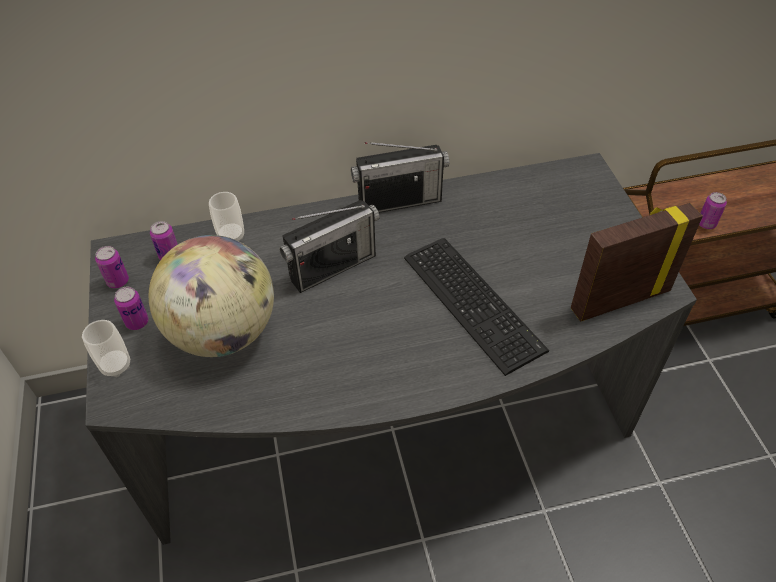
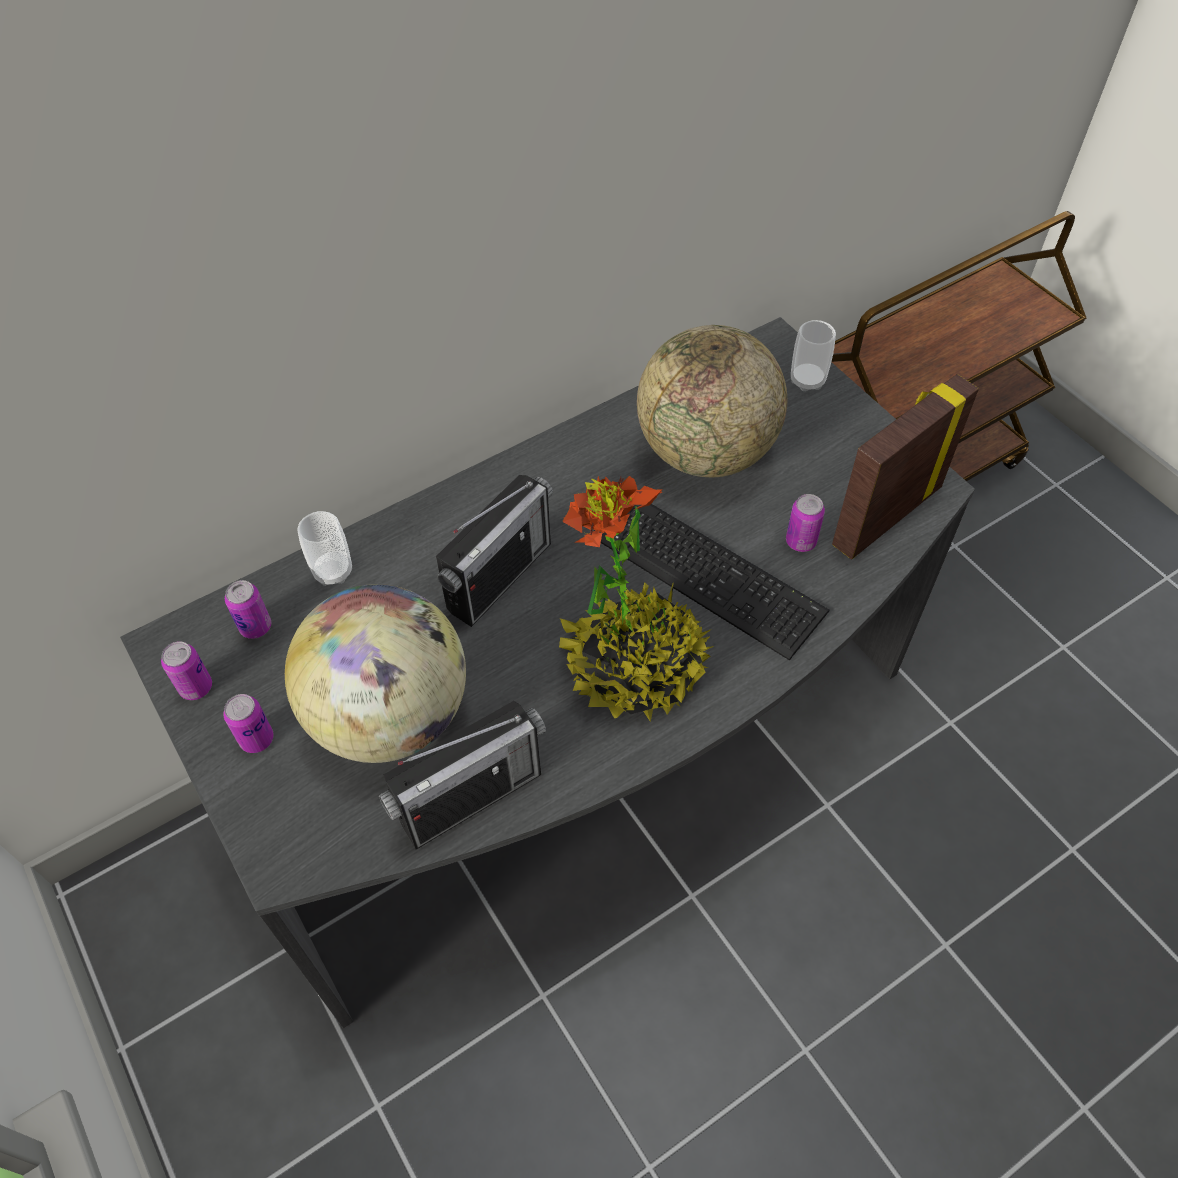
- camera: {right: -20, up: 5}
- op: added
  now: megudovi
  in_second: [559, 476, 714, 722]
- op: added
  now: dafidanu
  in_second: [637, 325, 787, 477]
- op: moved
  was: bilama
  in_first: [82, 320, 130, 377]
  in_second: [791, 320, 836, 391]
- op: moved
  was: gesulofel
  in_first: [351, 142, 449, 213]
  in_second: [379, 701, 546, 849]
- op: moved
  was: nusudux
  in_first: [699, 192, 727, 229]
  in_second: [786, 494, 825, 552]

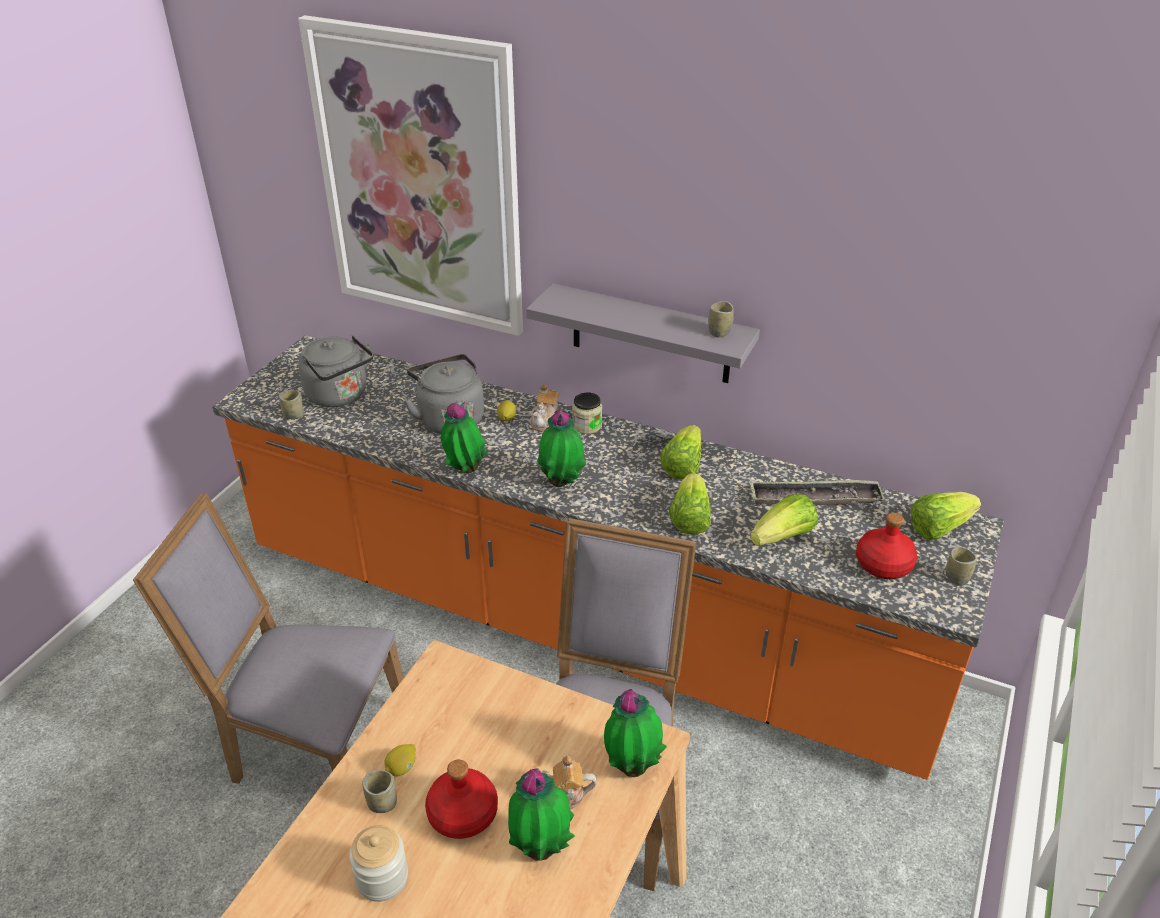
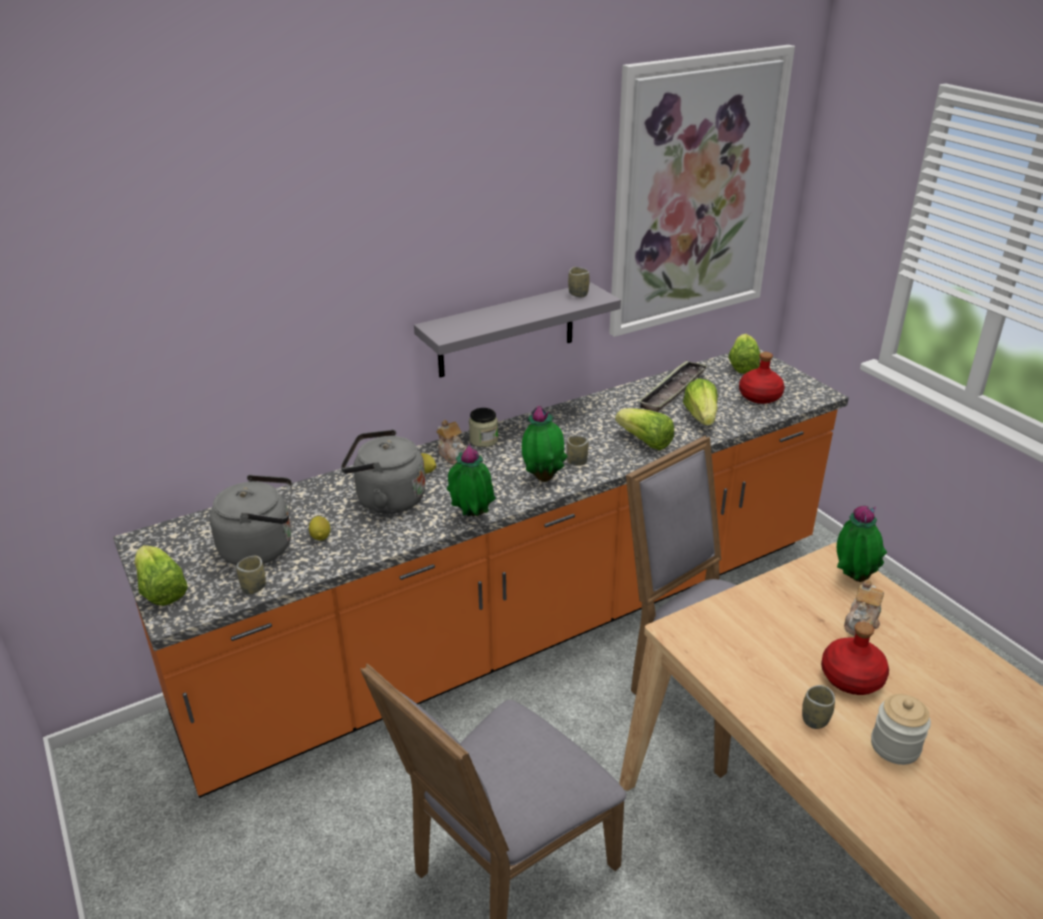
- camera: {right: -55, up: -5}
- op: removed
  was: megudovi
  in_first: [508, 768, 575, 861]
- op: moved
  was: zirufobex
  in_first: [298, 15, 523, 336]
  in_second: [609, 45, 795, 337]
- op: moved
  was: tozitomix
  in_first: [384, 744, 416, 777]
  in_second: [309, 516, 331, 540]
- op: moved
  was: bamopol
  in_first: [660, 425, 702, 480]
  in_second: [134, 545, 188, 606]
- op: moved
  was: bilama
  in_first: [946, 546, 977, 585]
  in_second: [567, 436, 589, 465]

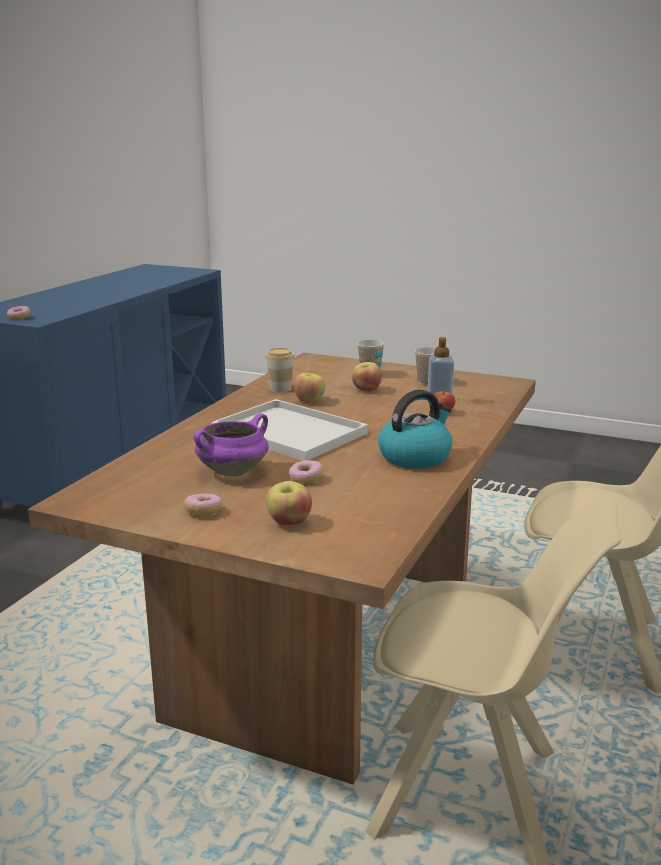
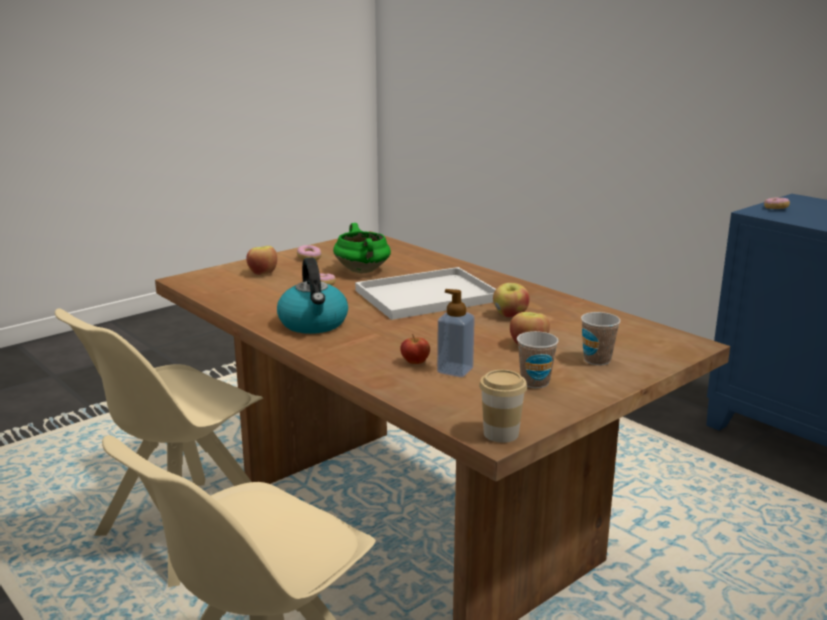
- camera: {right: 115, up: 0}
- op: moved
  was: bilama
  in_first: [265, 348, 295, 392]
  in_second: [479, 370, 527, 443]
- op: recoloured
  was: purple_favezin
  now: green_favezin
  in_first: [194, 413, 269, 477]
  in_second: [333, 223, 391, 273]

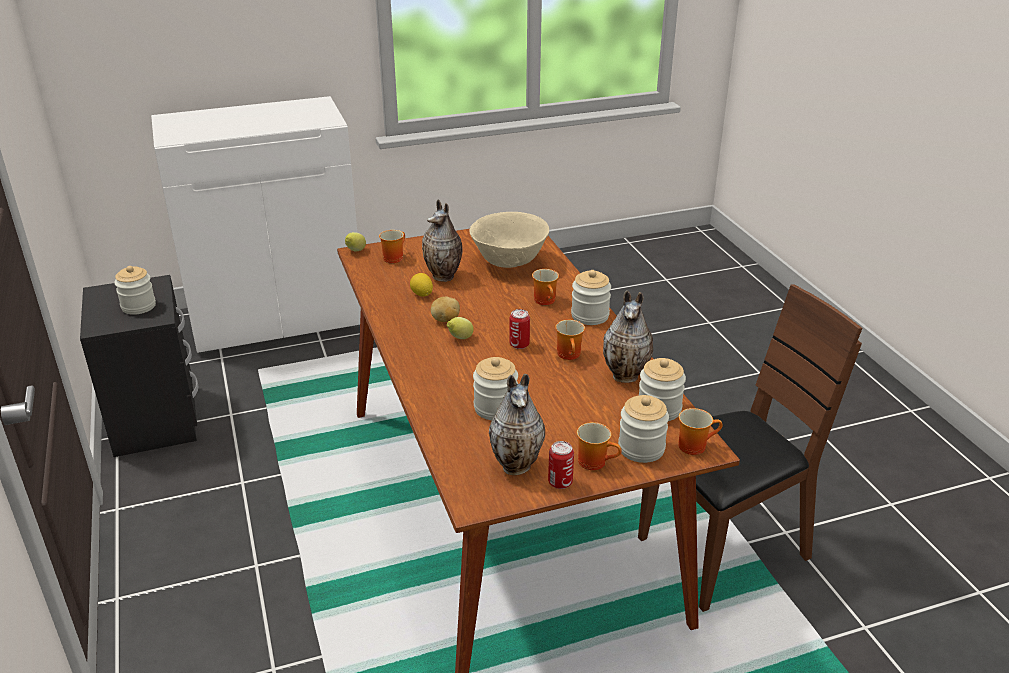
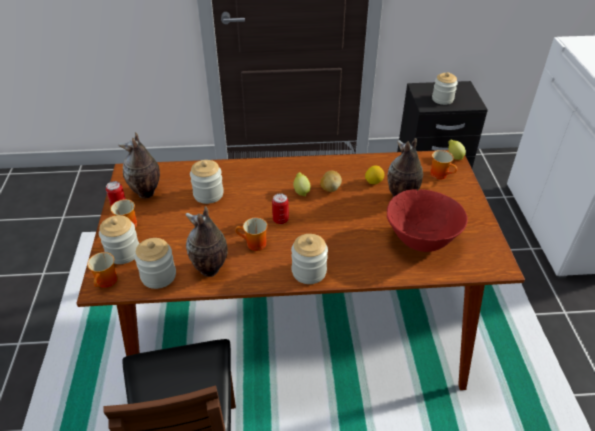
- camera: {right: 105, up: 10}
- op: removed
  was: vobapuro
  in_first: [532, 269, 559, 305]
- op: recoloured
  was: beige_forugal
  now: red_forugal
  in_first: [469, 212, 549, 268]
  in_second: [387, 189, 468, 252]

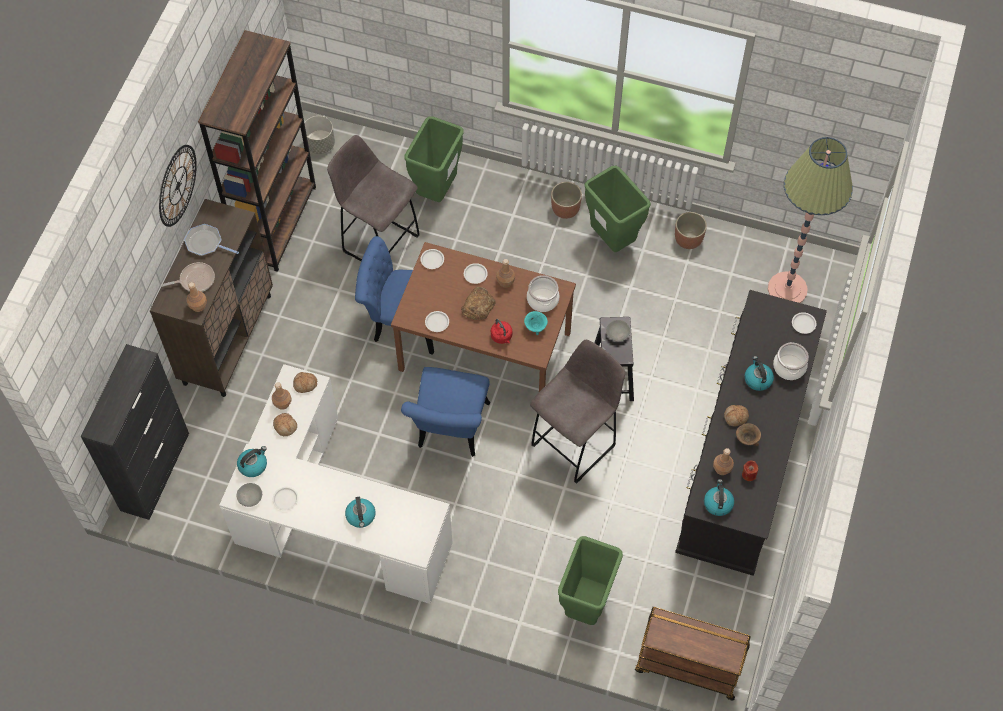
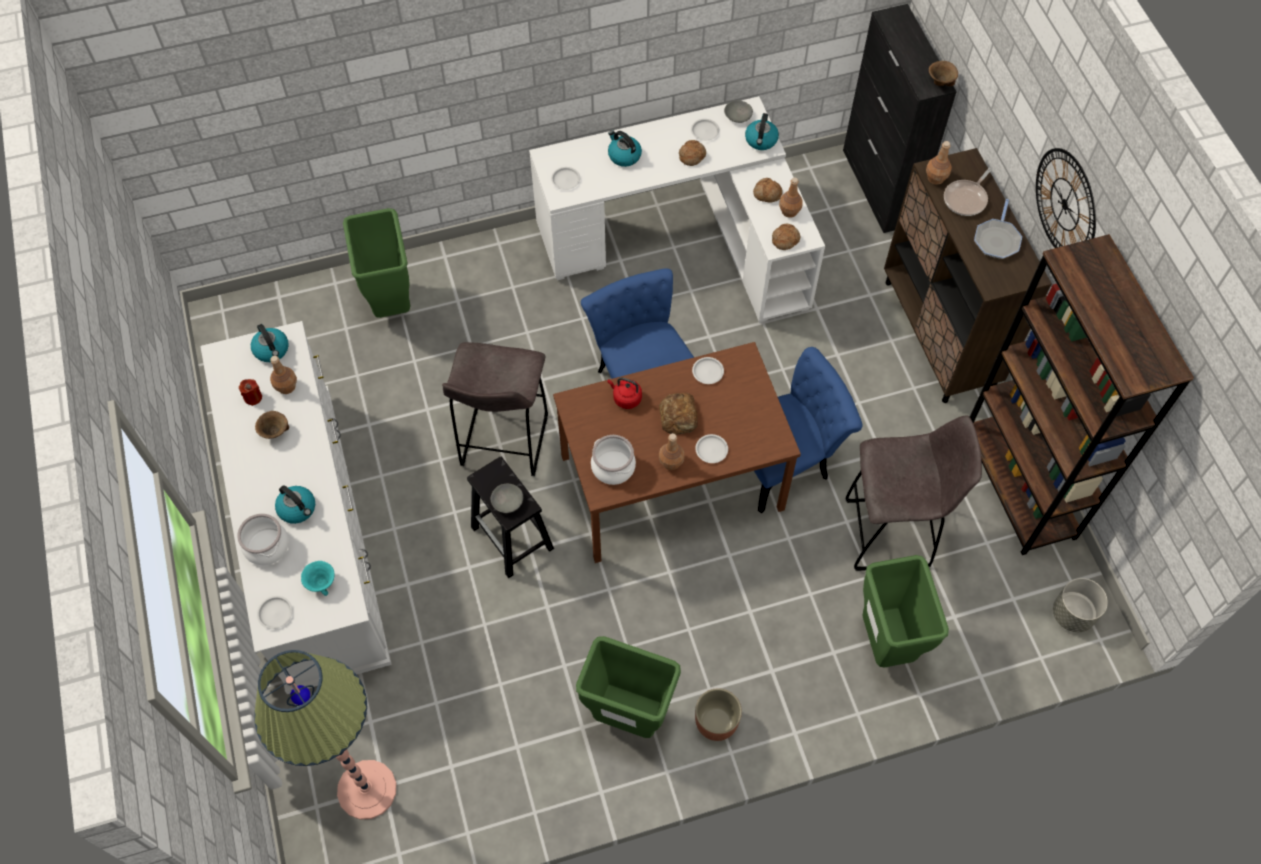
- camera: {right: 145, up: 0}
- op: removed
  was: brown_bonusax
  in_first: [635, 607, 751, 700]
- op: removed
  was: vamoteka
  in_first: [675, 212, 707, 249]
- op: added
  now: brown_forugal
  in_second: [929, 61, 958, 86]
- op: moved
  was: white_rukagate
  in_first: [420, 249, 444, 269]
  in_second: [551, 167, 580, 190]
- op: moved
  was: turquoise_forugal
  in_first: [524, 311, 548, 335]
  in_second: [301, 561, 335, 596]
- op: moved
  was: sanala
  in_first: [724, 405, 749, 427]
  in_second: [679, 140, 706, 166]
- op: recoloured
  was: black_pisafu
  now: white_pisafu
  in_first: [675, 290, 827, 576]
  in_second: [200, 321, 392, 694]
- op: turned
  was: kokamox
  in_first: [184, 224, 239, 256]
  in_second: [974, 199, 1022, 259]
  clockwise: 120

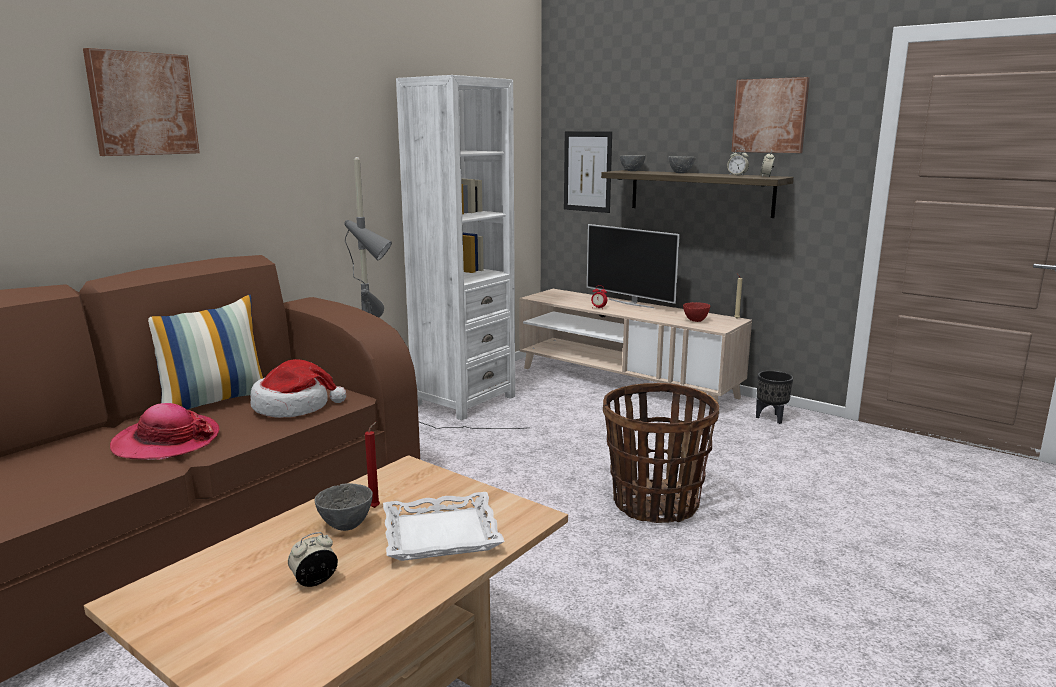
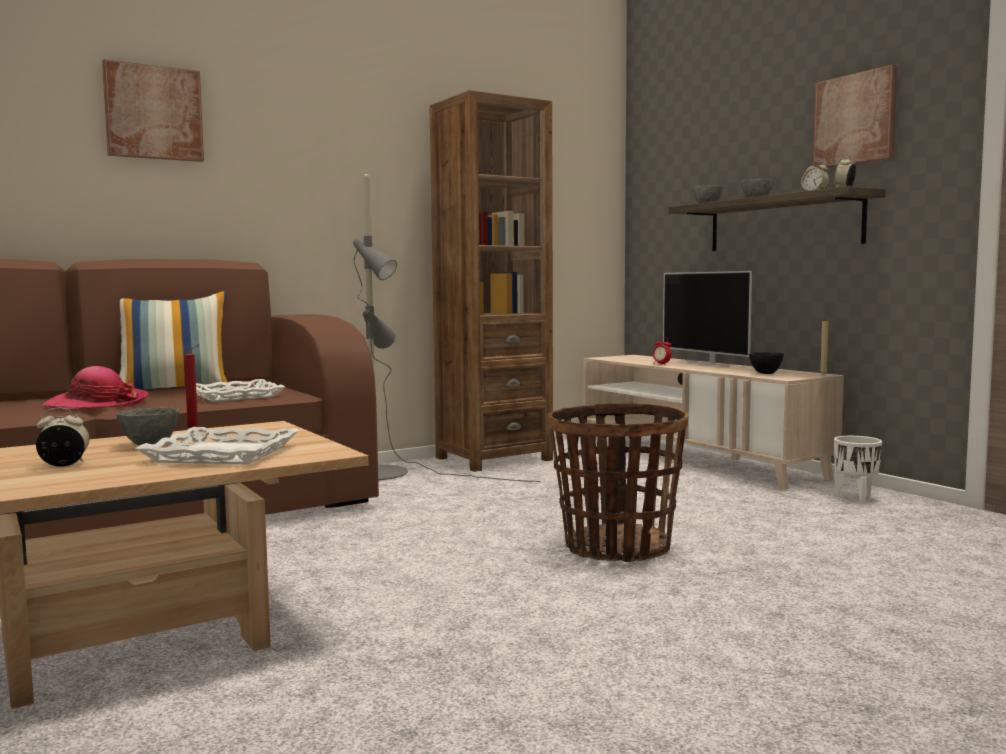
- camera: {right: 20, up: -10}
- op: removed
  was: zirufobex
  in_first: [564, 131, 612, 213]
- op: replaced
  was: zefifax
  now: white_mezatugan
  in_first: [251, 359, 346, 418]
  in_second: [196, 379, 285, 402]
- op: recoloured
  was: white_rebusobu
  now: brown_rebusobu
  in_first: [396, 75, 515, 420]
  in_second: [429, 90, 553, 472]
- op: recoloured
  was: red_forugal
  now: black_forugal
  in_first: [683, 302, 710, 322]
  in_second: [749, 352, 784, 374]
- op: recoloured
  was: black_vamoteka
  now: white_vamoteka
  in_first: [756, 371, 793, 424]
  in_second: [834, 436, 882, 503]

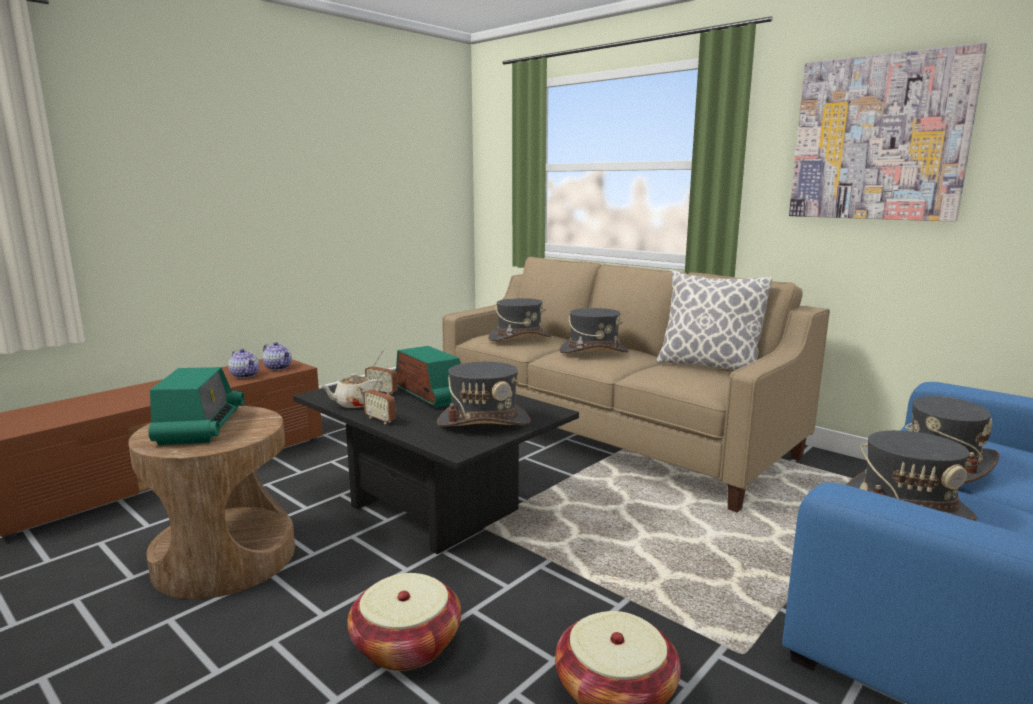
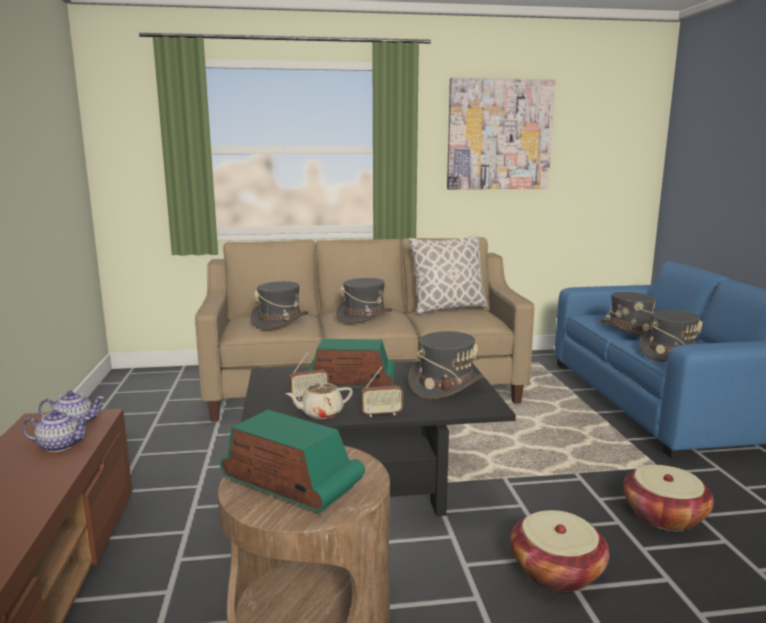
- camera: {right: -50, up: 0}
- op: turned
  was: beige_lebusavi
  in_first: [320, 374, 383, 408]
  in_second: [286, 381, 353, 419]
  clockwise: 60

